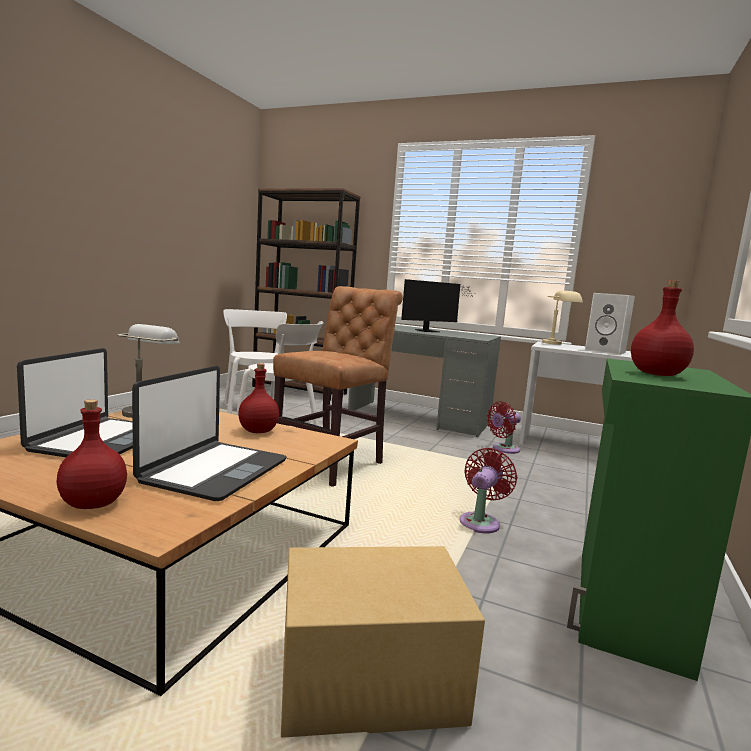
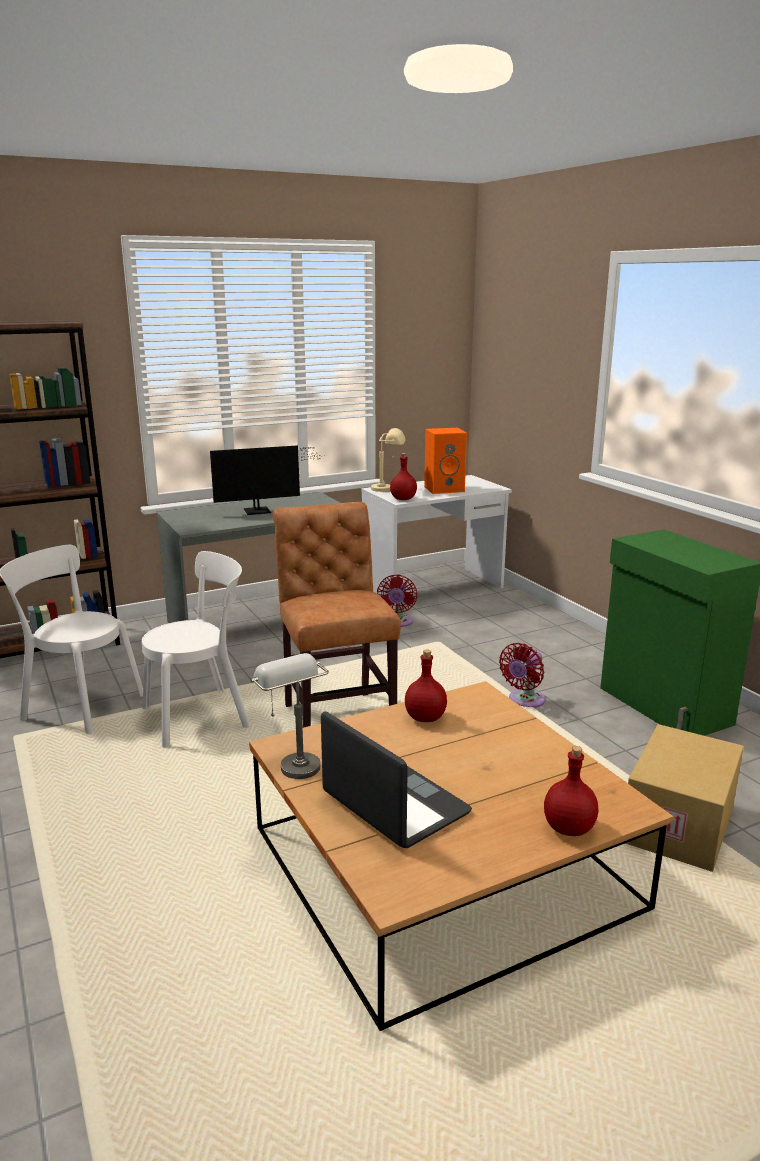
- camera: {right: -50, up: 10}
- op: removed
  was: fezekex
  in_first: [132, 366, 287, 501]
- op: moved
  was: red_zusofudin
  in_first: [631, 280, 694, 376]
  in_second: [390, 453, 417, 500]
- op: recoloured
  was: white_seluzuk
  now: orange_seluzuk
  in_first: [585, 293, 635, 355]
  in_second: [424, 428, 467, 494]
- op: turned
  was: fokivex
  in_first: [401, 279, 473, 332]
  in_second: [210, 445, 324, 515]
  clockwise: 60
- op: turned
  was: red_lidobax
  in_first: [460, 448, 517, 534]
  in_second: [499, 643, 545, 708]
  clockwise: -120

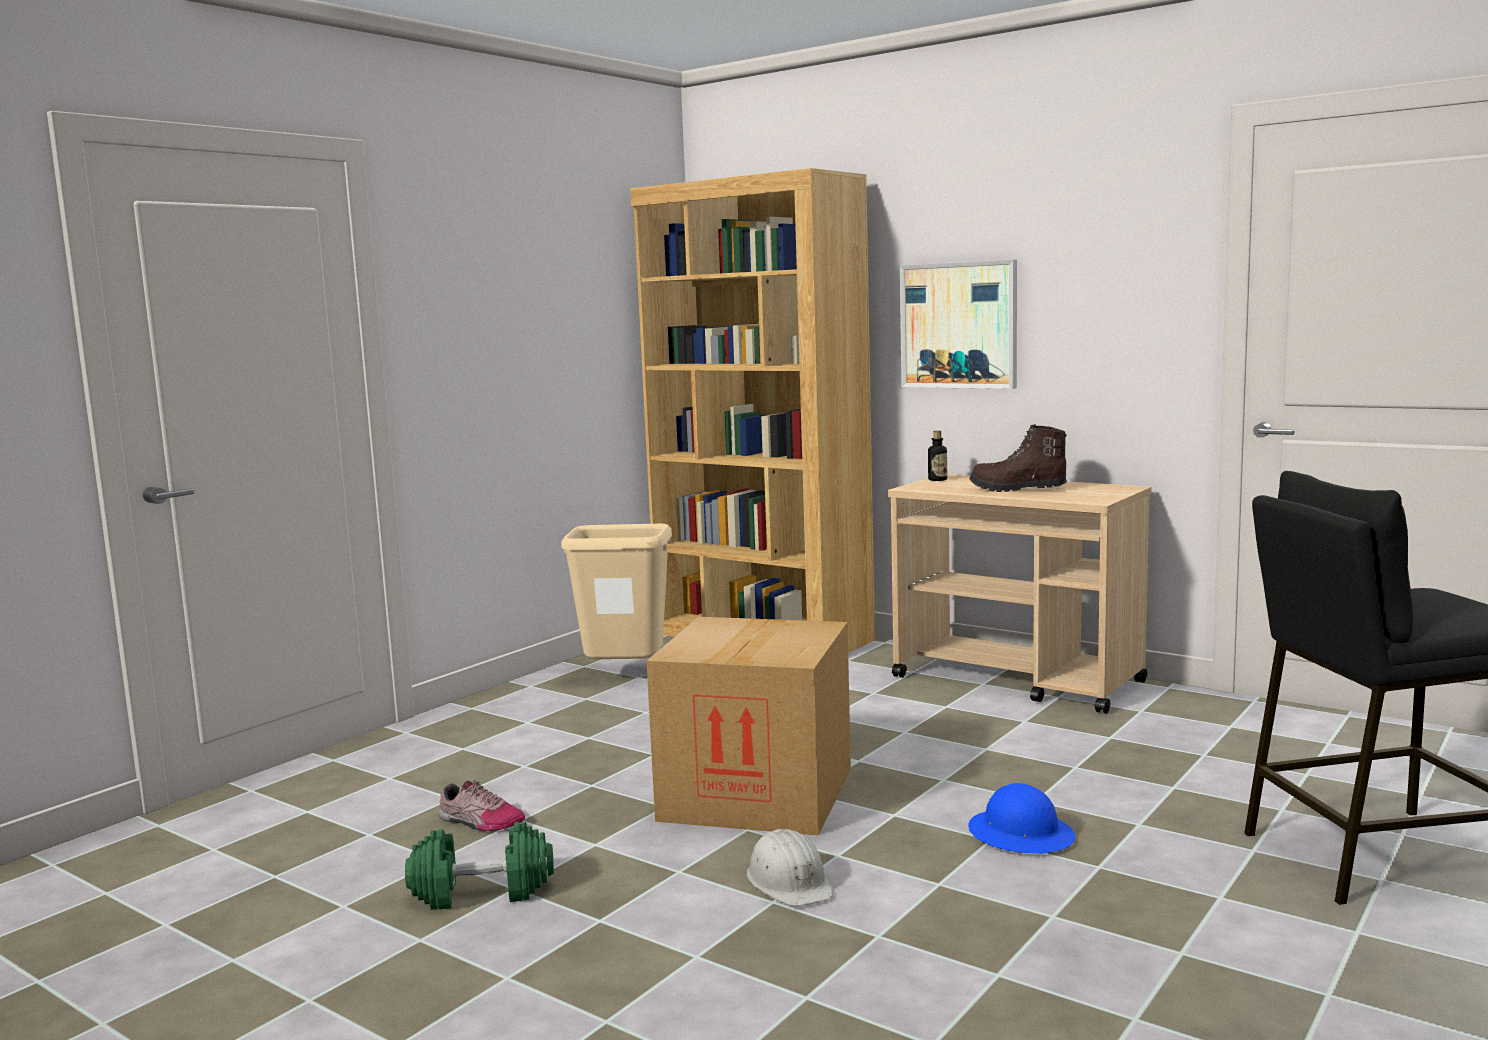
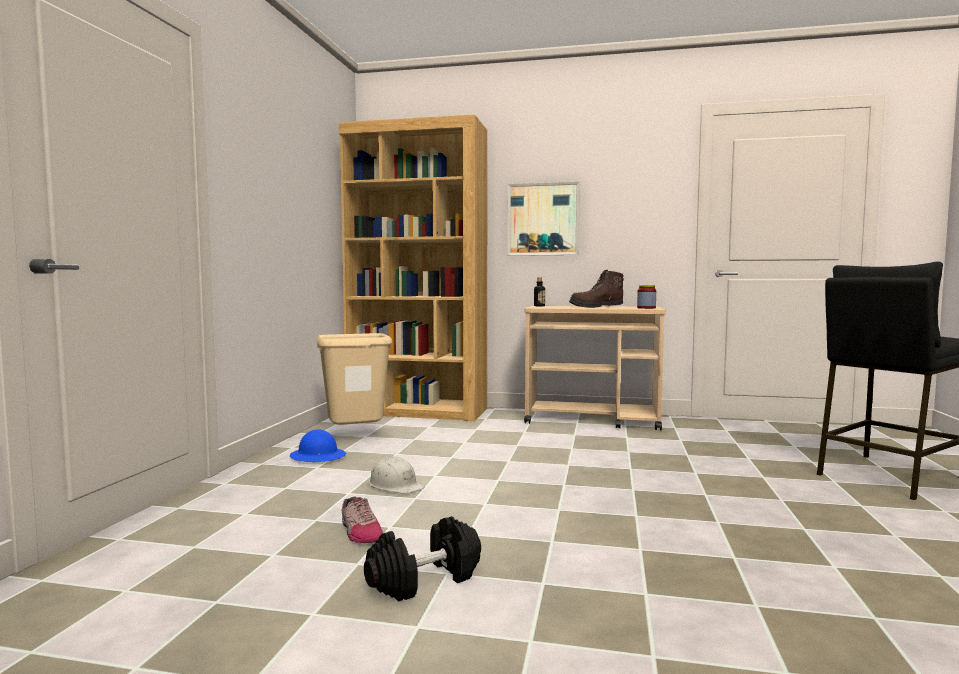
- camera: {right: -25, up: -5}
- op: removed
  was: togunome
  in_first: [646, 617, 851, 836]
- op: added
  now: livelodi
  in_second: [637, 285, 656, 309]
- op: moved
  was: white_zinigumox
  in_first: [746, 829, 833, 907]
  in_second: [369, 456, 424, 494]
- op: moved
  was: blue_zinigumox
  in_first: [968, 783, 1076, 854]
  in_second: [290, 430, 346, 462]
- op: recoloured
  was: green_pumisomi
  now: black_pumisomi
  in_first: [405, 822, 554, 910]
  in_second: [364, 516, 481, 602]
- op: turned
  was: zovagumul
  in_first: [439, 780, 525, 831]
  in_second: [341, 496, 383, 543]
  clockwise: 60

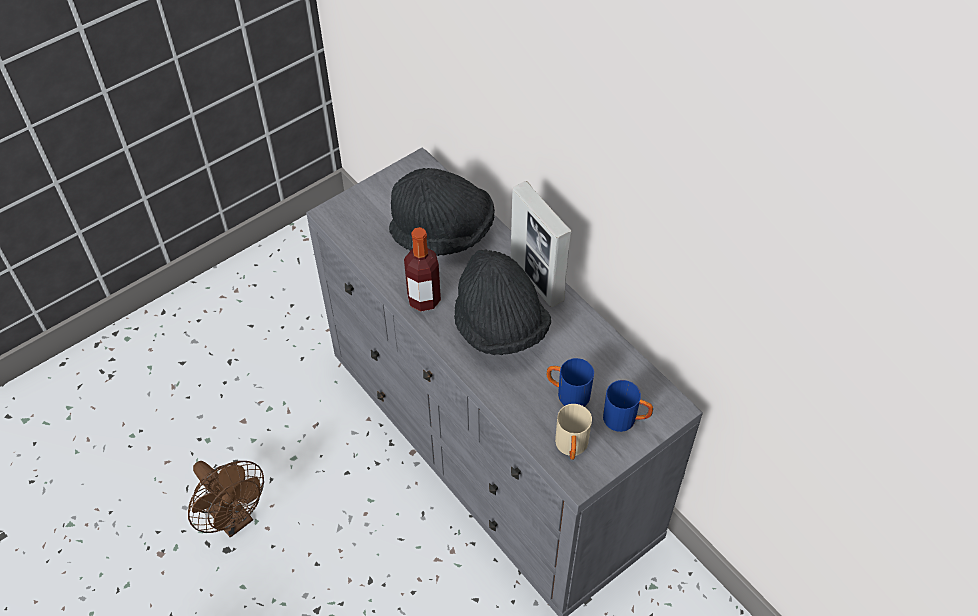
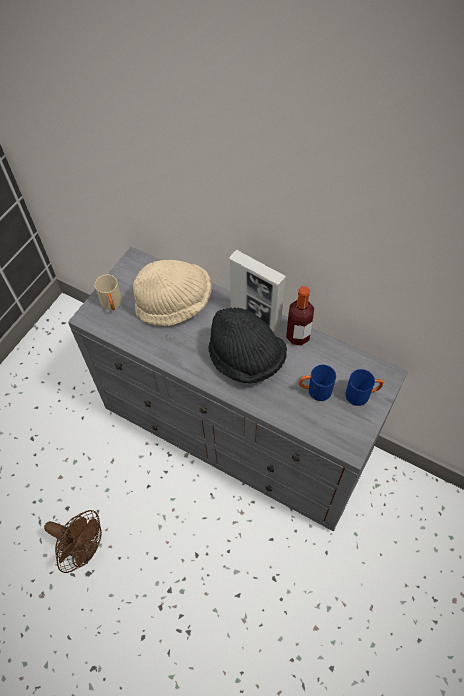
- camera: {right: -20, up: 5}
- op: moved
  was: zusofudin
  in_first: [404, 227, 441, 311]
  in_second: [286, 286, 314, 346]
- op: moved
  was: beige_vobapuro
  in_first: [555, 404, 592, 460]
  in_second: [95, 275, 122, 310]
- op: recoloured
  was: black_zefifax
  now: beige_zefifax
  in_first: [389, 168, 495, 256]
  in_second: [133, 260, 212, 326]

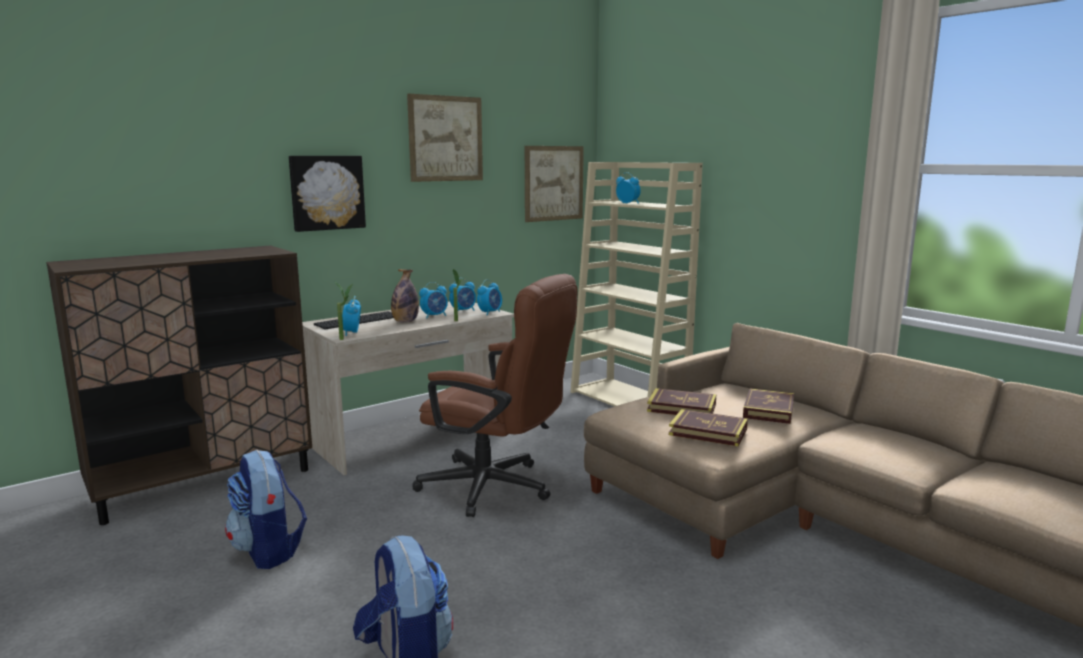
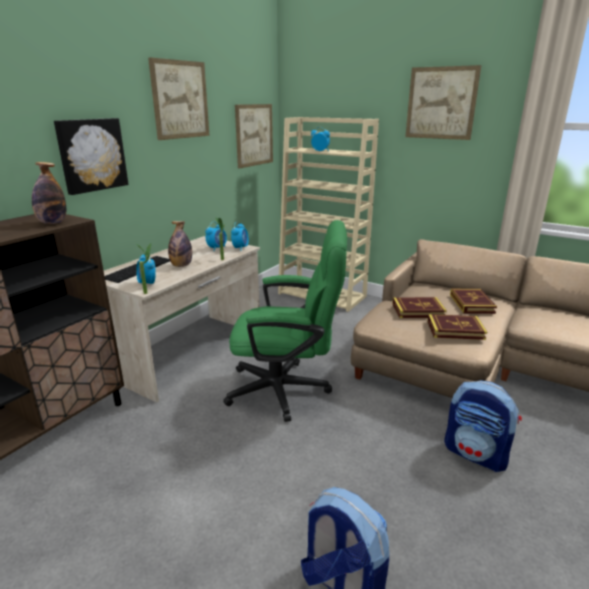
- camera: {right: -20, up: 10}
- op: removed
  was: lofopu
  in_first: [419, 282, 448, 318]
- op: added
  now: zusofudin
  in_second: [32, 162, 66, 224]
- op: added
  now: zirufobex
  in_second: [405, 65, 482, 140]
- op: moved
  was: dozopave
  in_first: [225, 450, 307, 569]
  in_second: [444, 380, 522, 472]
- op: recoloured
  was: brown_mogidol
  now: green_mogidol
  in_first: [412, 274, 578, 517]
  in_second: [223, 220, 347, 422]

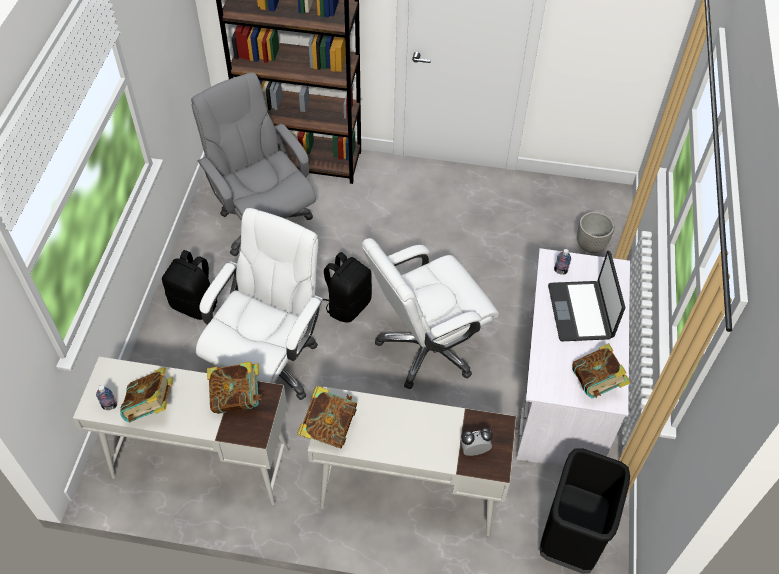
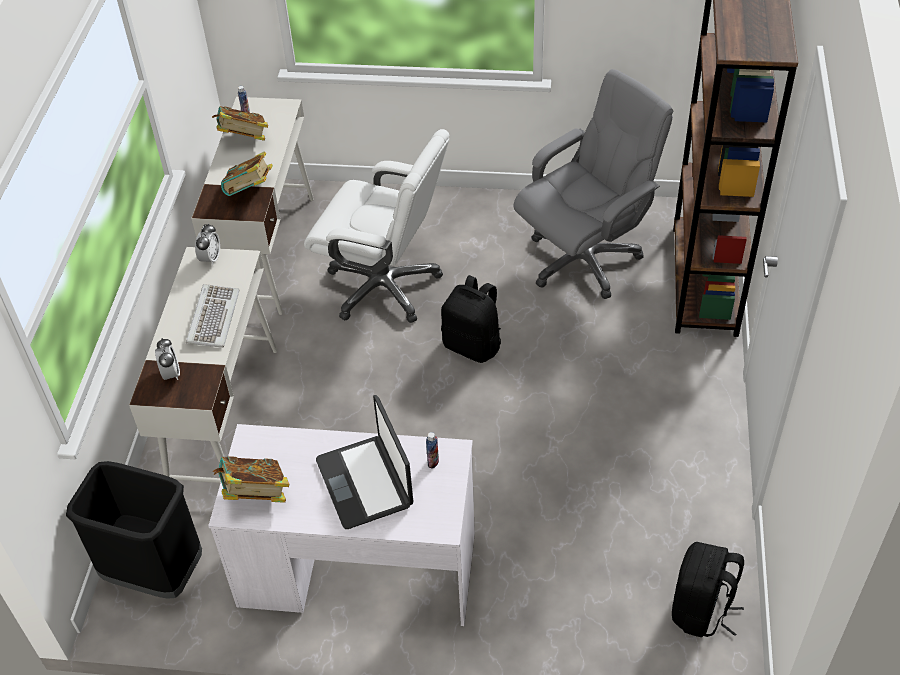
- camera: {right: 90, up: -5}
- op: removed
  was: white_mogidol
  in_first: [362, 238, 499, 389]
- op: removed
  was: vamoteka
  in_first: [577, 212, 615, 253]
- op: added
  now: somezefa
  in_second: [186, 284, 239, 348]
- op: moved
  was: black_dozopave
  in_first: [162, 250, 217, 320]
  in_second: [672, 542, 744, 637]
- op: replaced
  was: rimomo
  now: lofopu
  in_first: [297, 386, 357, 448]
  in_second: [195, 223, 220, 266]
- op: turned
  was: fezekex
  in_first: [548, 251, 625, 341]
  in_second: [316, 395, 413, 529]
  clockwise: -105

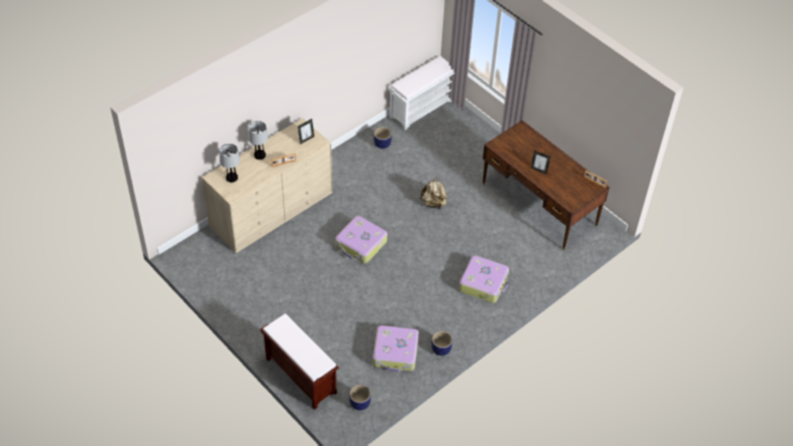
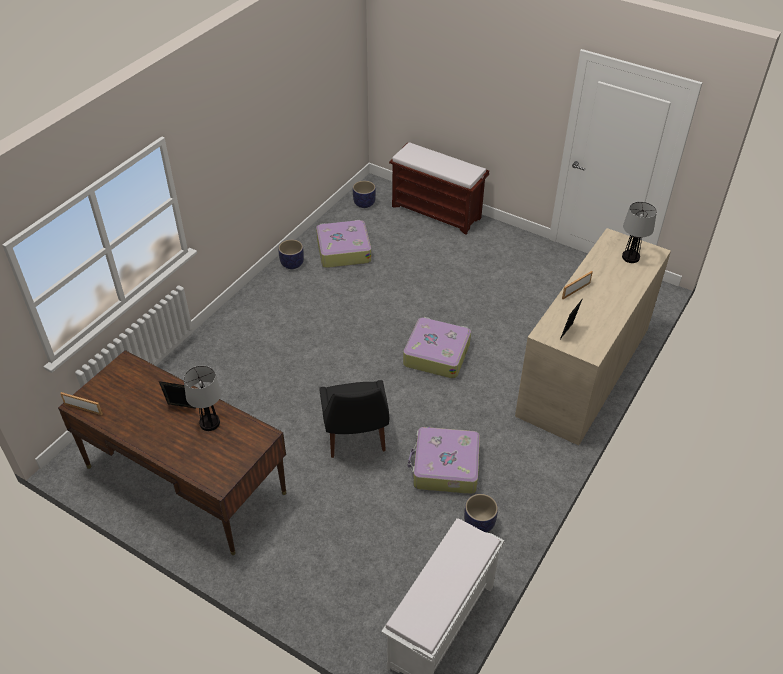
- camera: {right: 165, up: -5}
- op: moved
  was: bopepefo
  in_first: [248, 121, 268, 160]
  in_second: [184, 366, 221, 431]
- op: moved
  was: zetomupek
  in_first: [459, 255, 509, 303]
  in_second: [408, 427, 480, 494]
- op: replaced
  was: beige_dozopave
  now: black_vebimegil
  in_first: [420, 178, 448, 209]
  in_second: [319, 380, 389, 458]

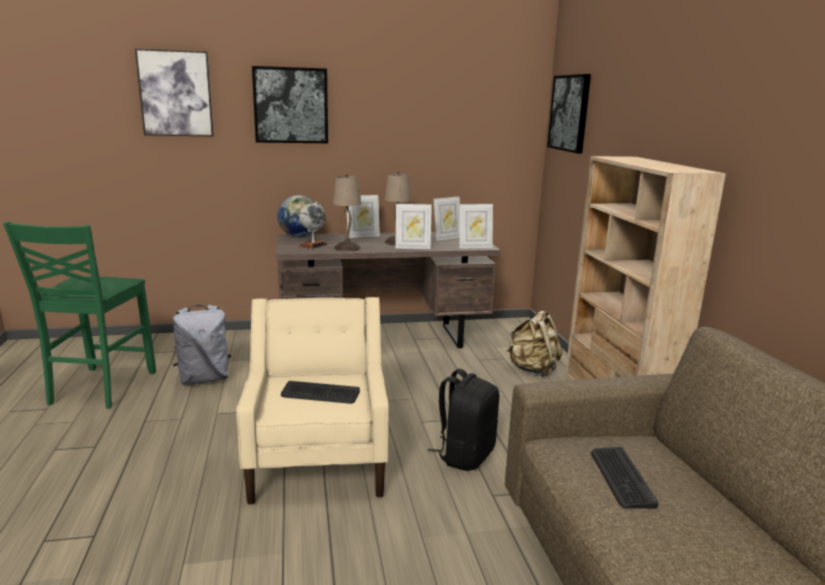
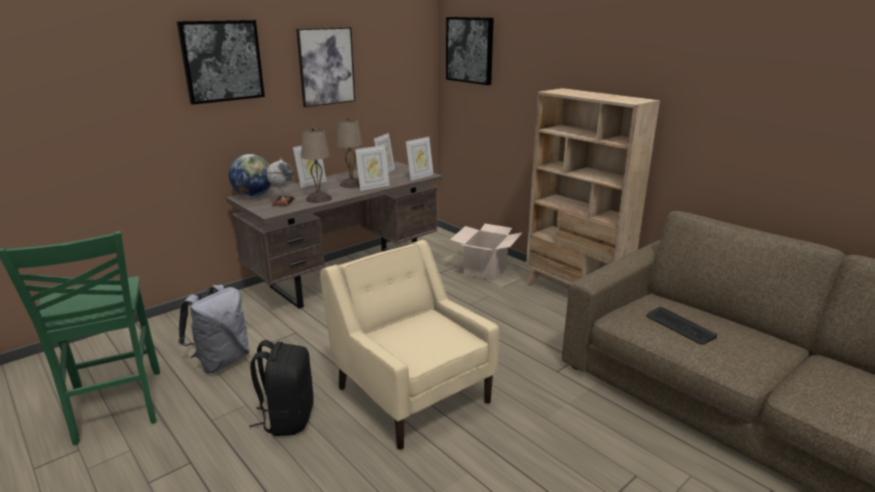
- camera: {right: -30, up: 5}
- op: removed
  was: somezefa
  in_first: [281, 381, 360, 403]
- op: moved
  was: zirufobex
  in_first: [135, 49, 214, 136]
  in_second: [296, 27, 355, 107]
- op: moved
  was: black_dozopave
  in_first: [428, 369, 499, 471]
  in_second: [249, 340, 313, 436]
- op: replaced
  was: beige_dozopave
  now: togunome
  in_first: [506, 311, 562, 377]
  in_second: [450, 224, 523, 281]

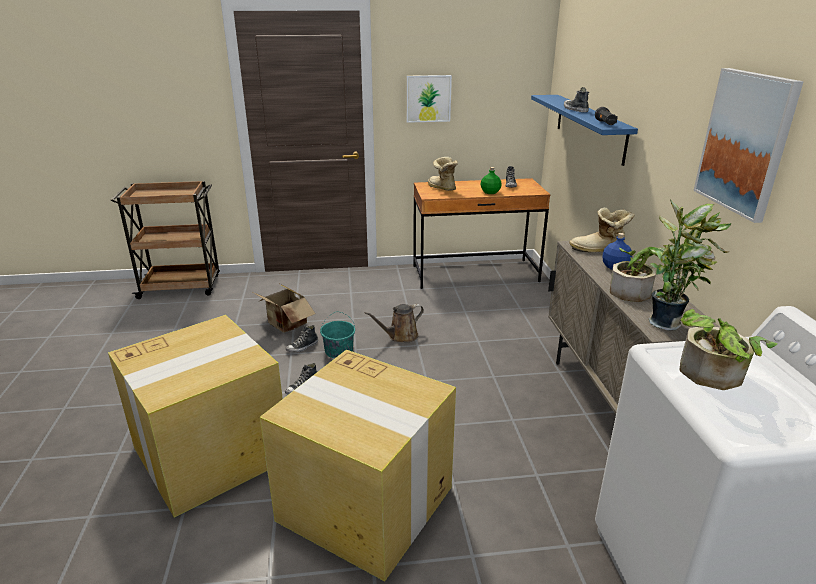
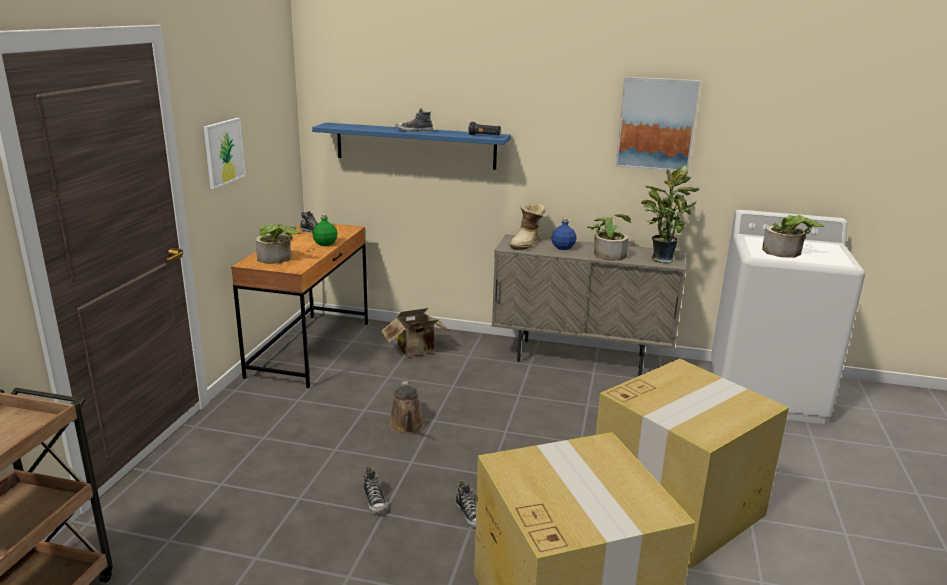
- camera: {right: -70, up: -5}
- op: removed
  was: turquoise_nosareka
  in_first: [320, 312, 355, 358]
- op: moved
  was: togunome
  in_first: [253, 283, 316, 333]
  in_second: [381, 308, 451, 357]
- op: replaced
  was: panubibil
  now: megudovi
  in_first: [428, 157, 458, 191]
  in_second: [256, 224, 301, 264]

